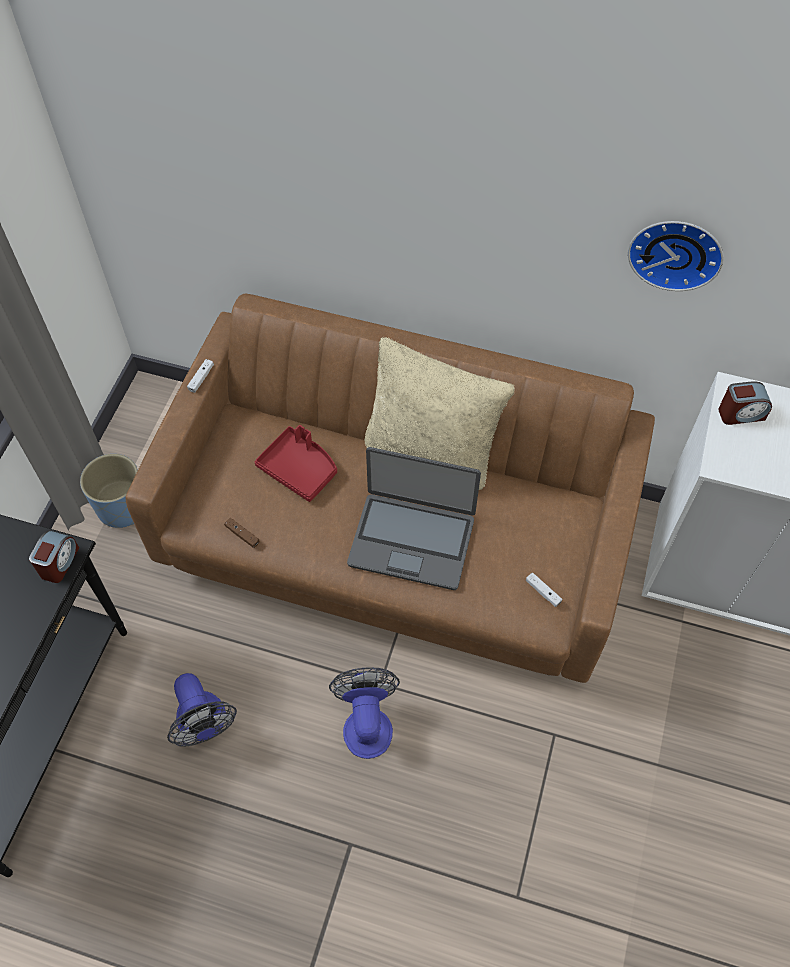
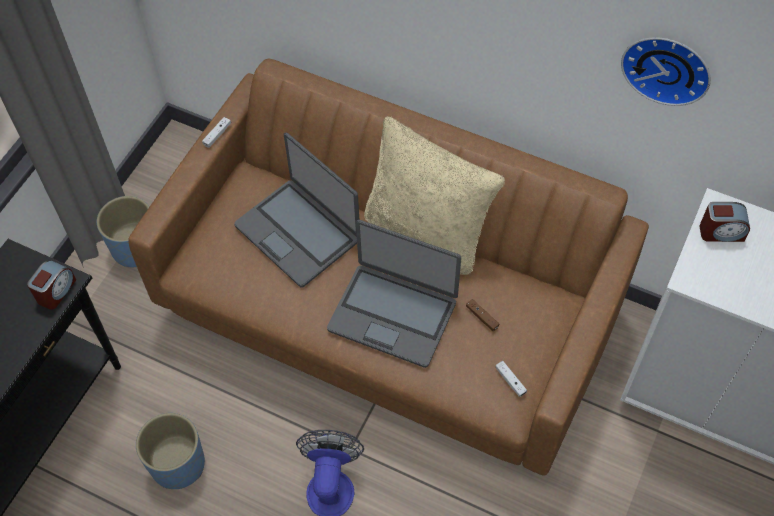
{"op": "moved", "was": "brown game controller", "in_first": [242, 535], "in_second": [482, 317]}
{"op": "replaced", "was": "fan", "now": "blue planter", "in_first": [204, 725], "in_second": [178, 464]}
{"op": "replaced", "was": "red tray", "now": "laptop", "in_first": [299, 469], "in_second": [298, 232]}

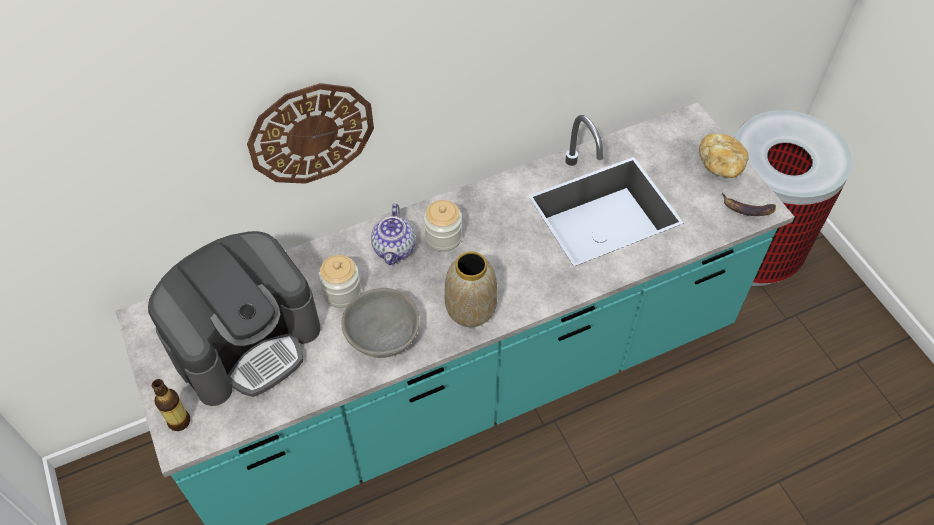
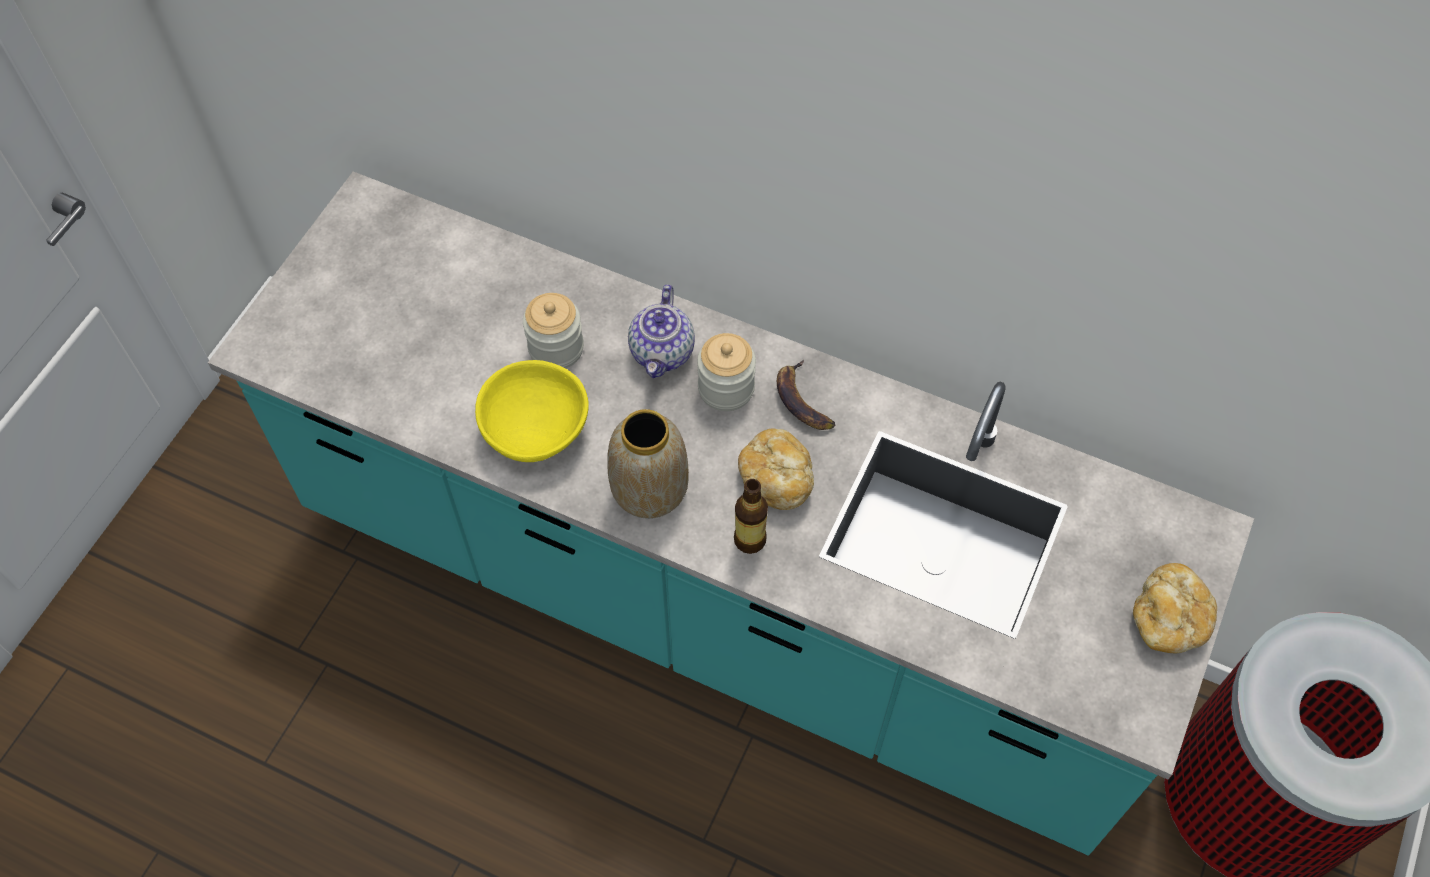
{"op": "removed", "was": "coffee machine", "in_first": [247, 341]}
{"op": "removed", "was": "wall clock", "in_first": [311, 133]}
{"op": "added", "now": "bread", "in_second": [776, 479]}
{"op": "moved", "was": "bottle", "in_first": [179, 421], "in_second": [750, 540]}
{"op": "moved", "was": "banana", "in_first": [746, 209], "in_second": [802, 401]}
{"op": "recoloured", "was": "grey bowl", "now": "yellow bowl", "in_first": [383, 336], "in_second": [535, 430]}
{"op": "turned", "was": "teapot", "in_first": [395, 249], "in_second": [663, 352], "clockwise": -45}

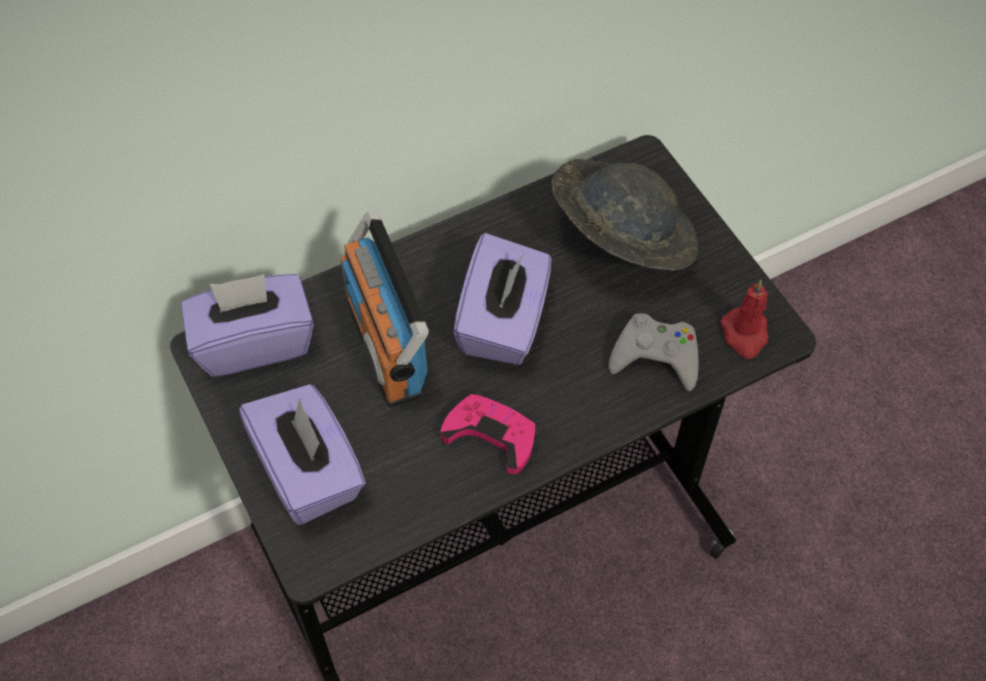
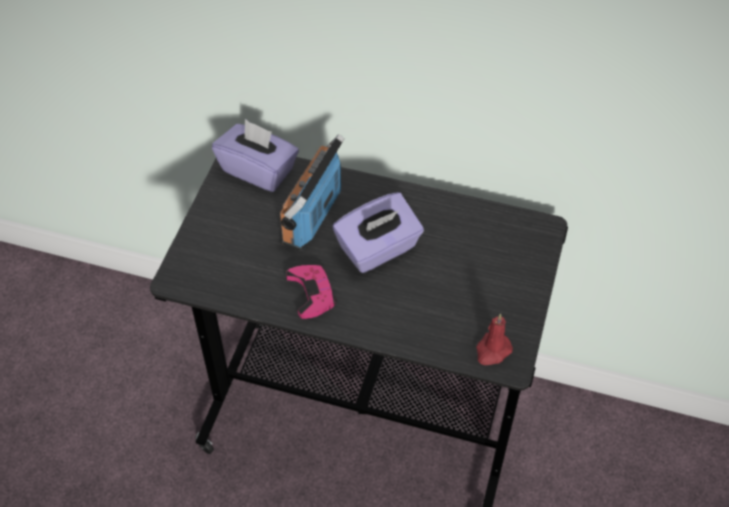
{"op": "removed", "was": "purple tissue box", "in_first": [309, 471]}
{"op": "removed", "was": "grey hat", "in_first": [620, 237]}
{"op": "removed", "was": "grey game controller", "in_first": [656, 356]}

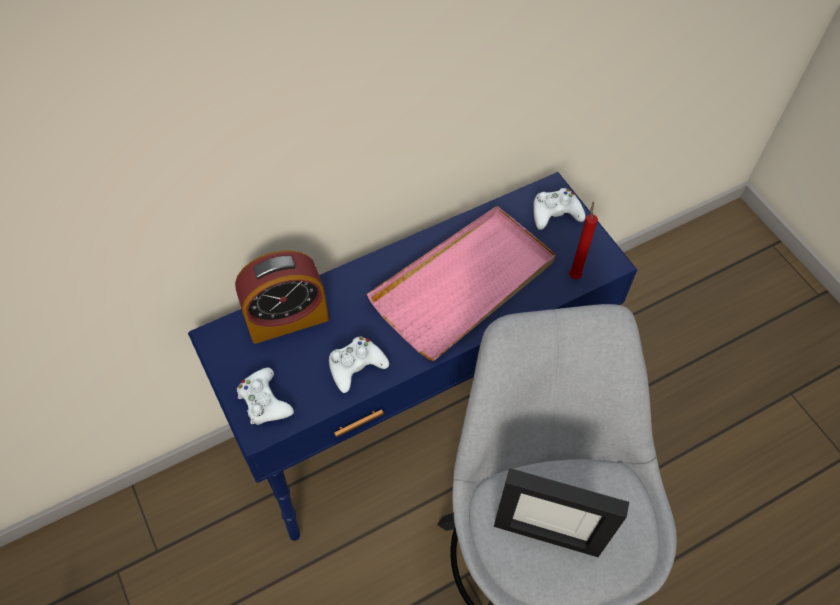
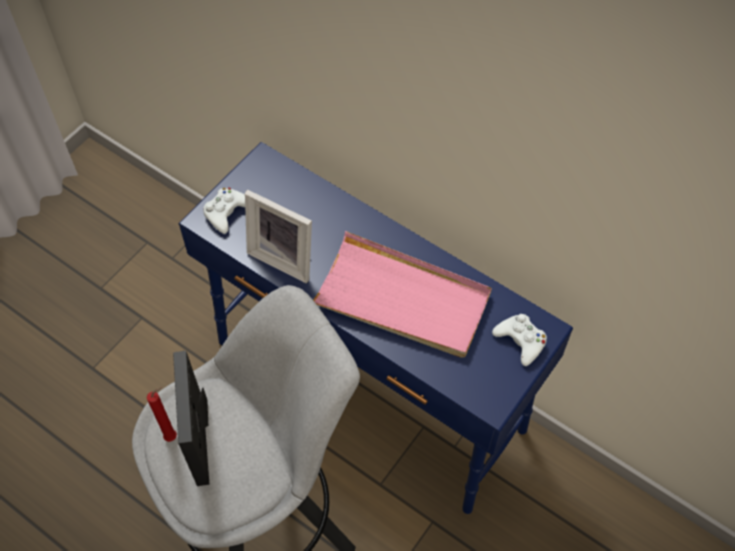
{"op": "removed", "was": "alarm clock", "in_first": [287, 318]}
{"op": "moved", "was": "red candle", "in_first": [574, 275], "in_second": [173, 436]}
{"op": "replaced", "was": "white game controller", "now": "picture frame", "in_first": [356, 366], "in_second": [285, 256]}

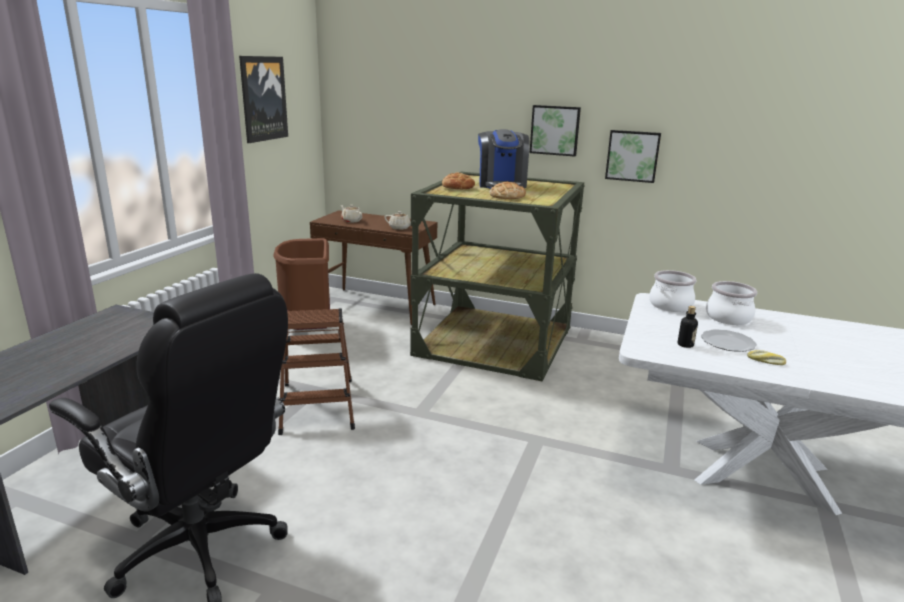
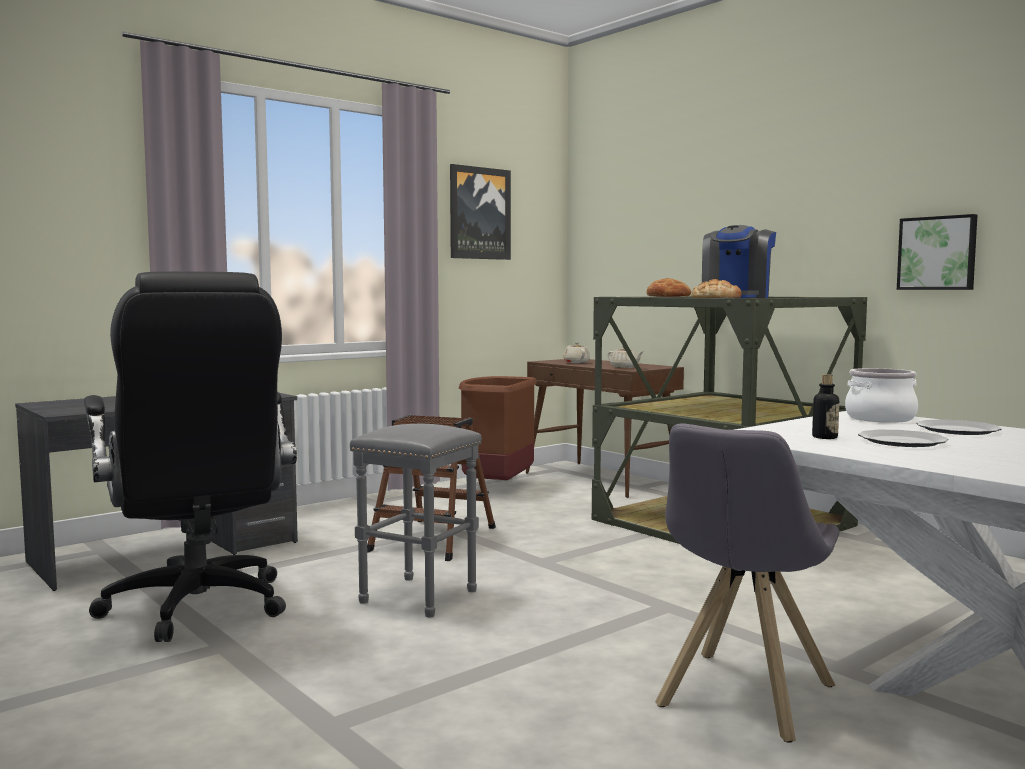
{"op": "removed", "was": "picture", "in_first": [555, 130]}
{"op": "removed", "was": "bread", "in_first": [765, 361]}
{"op": "added", "now": "grey stool", "in_second": [418, 595]}
{"op": "added", "now": "grey chair", "in_second": [744, 695]}
{"op": "replaced", "was": "cooking pot", "now": "plate", "in_first": [729, 318], "in_second": [959, 430]}

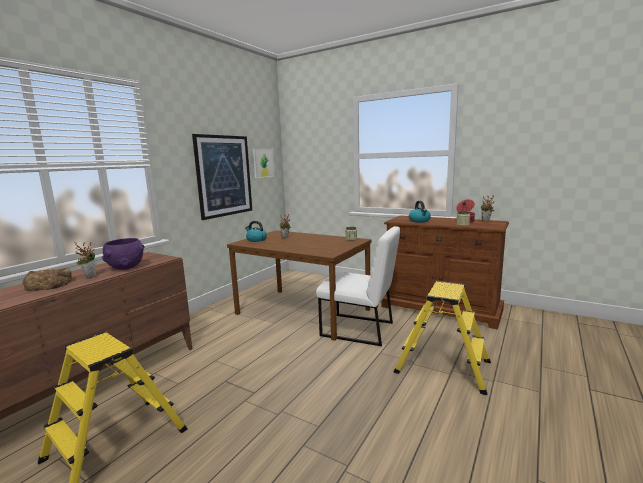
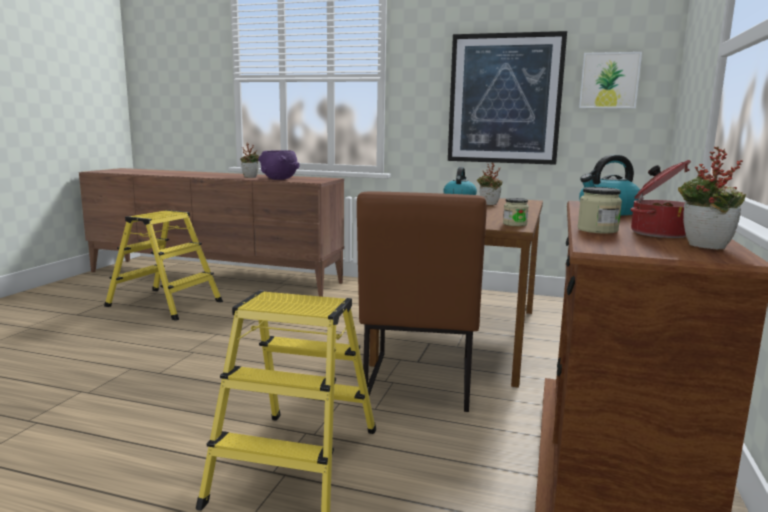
{"op": "removed", "was": "bread", "in_first": [49, 284]}
{"op": "recoloured", "was": "white chair", "now": "brown chair", "in_first": [359, 329], "in_second": [418, 382]}

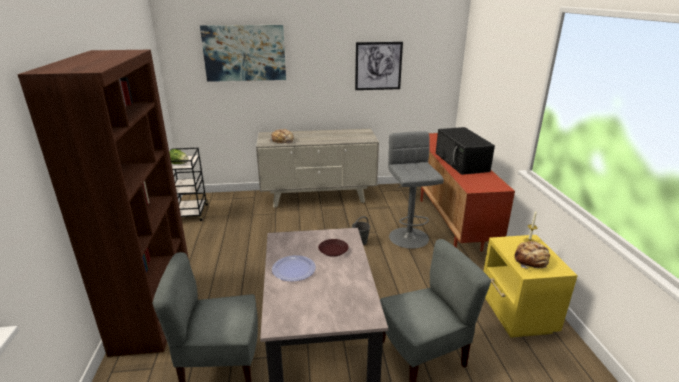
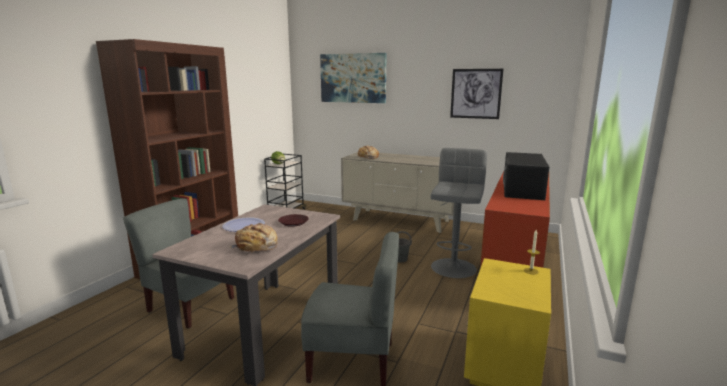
{"op": "moved", "was": "bread", "in_first": [531, 260], "in_second": [256, 246]}

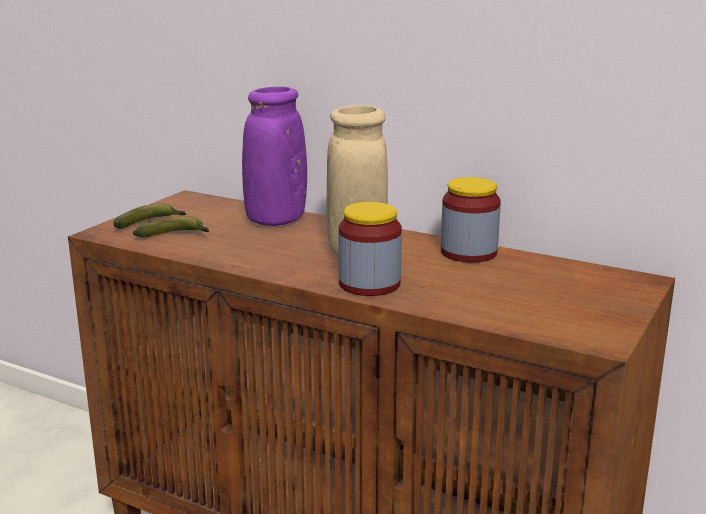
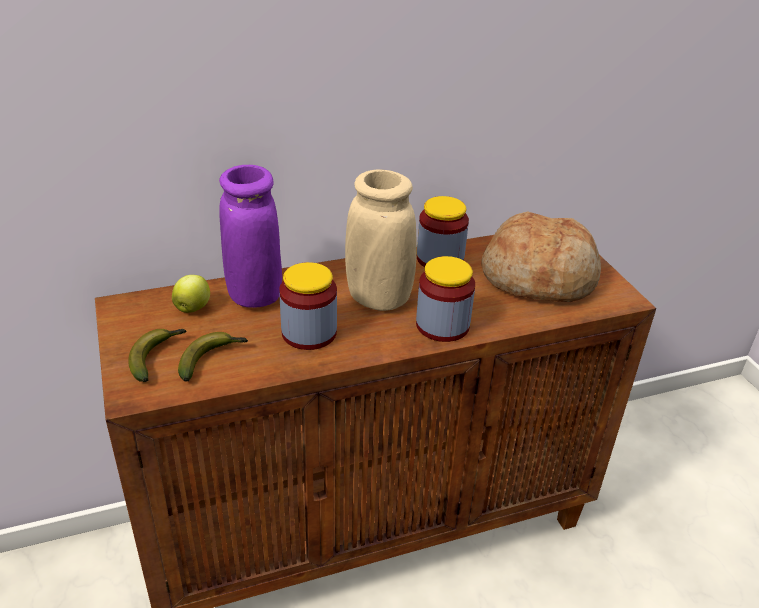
{"op": "added", "now": "apple", "in_second": [193, 308]}
{"op": "added", "now": "jar", "in_second": [309, 333]}
{"op": "added", "now": "bread", "in_second": [539, 277]}

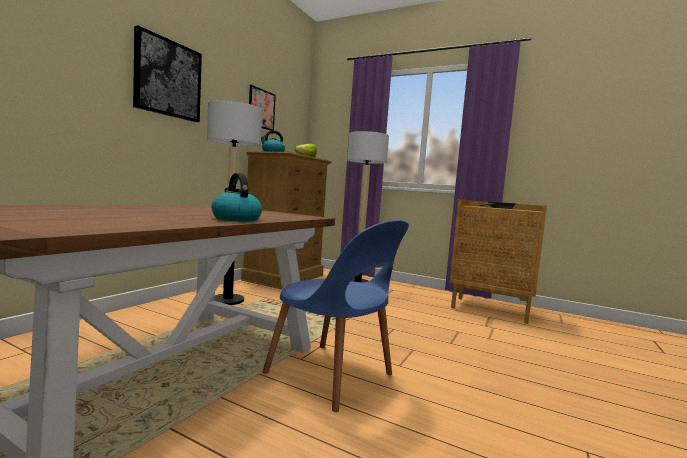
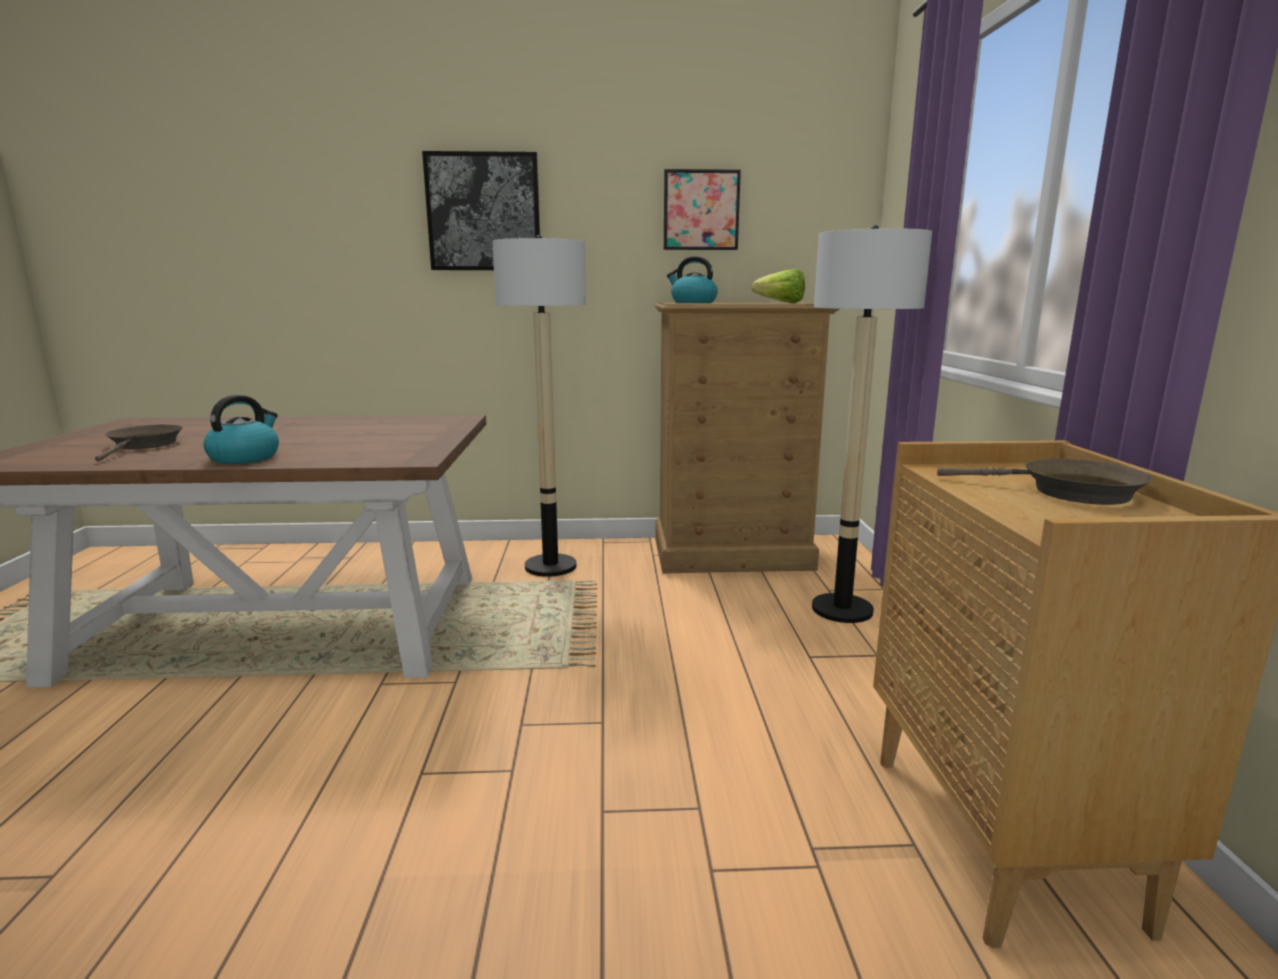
{"op": "removed", "was": "blue chair", "in_first": [332, 376]}
{"op": "added", "now": "brown frying pan", "in_second": [144, 445]}

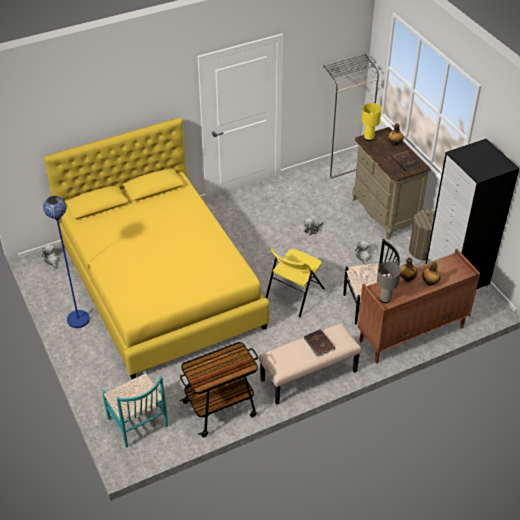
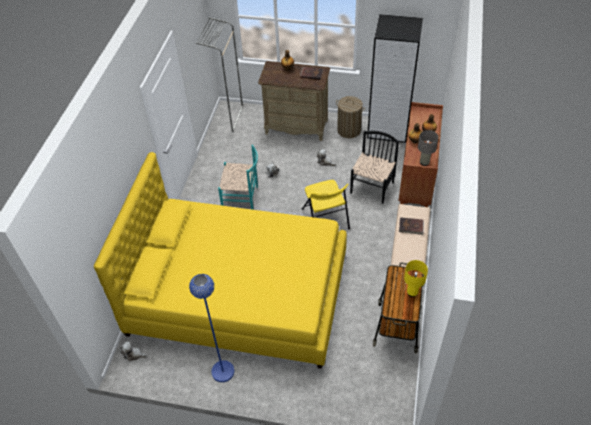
{"op": "moved", "was": "turquoise chair", "in_first": [139, 424], "in_second": [242, 199]}
{"op": "moved", "was": "yellow table lamp", "in_first": [368, 138], "in_second": [412, 292]}

